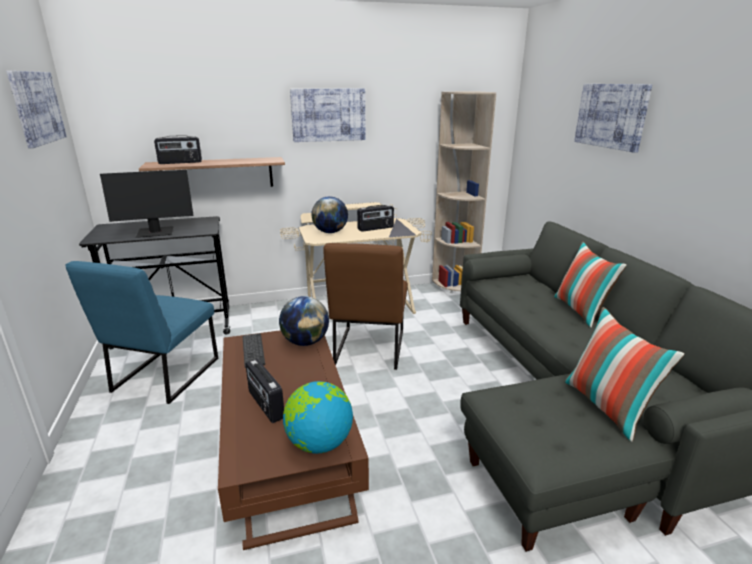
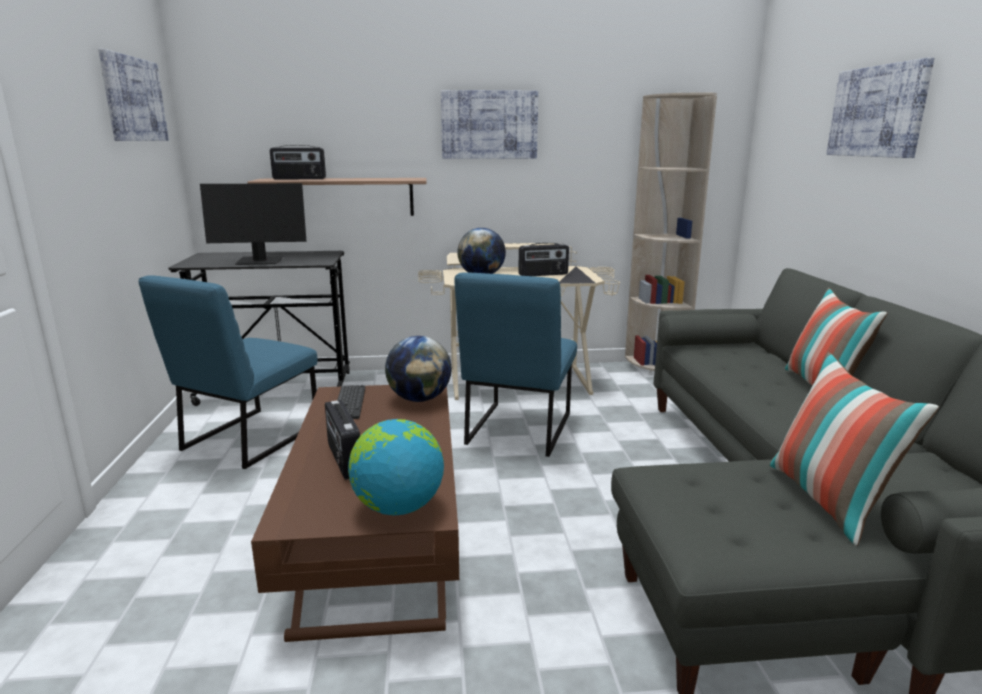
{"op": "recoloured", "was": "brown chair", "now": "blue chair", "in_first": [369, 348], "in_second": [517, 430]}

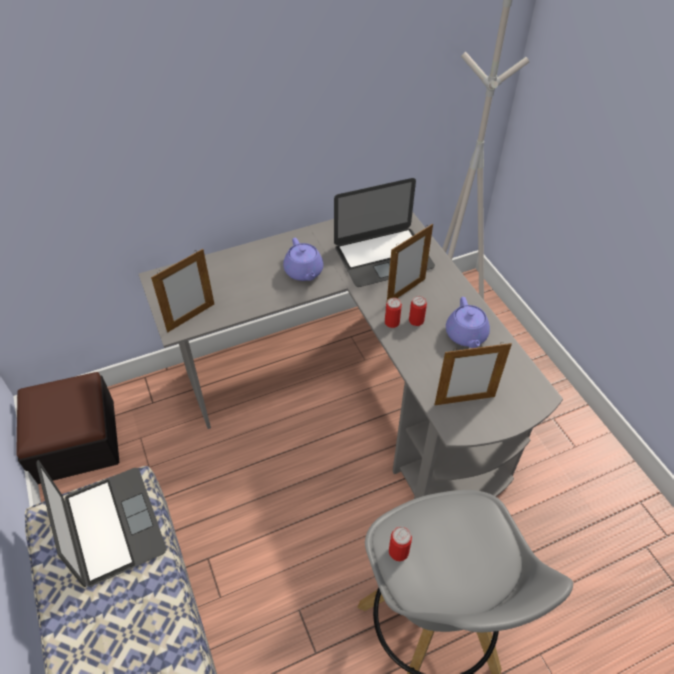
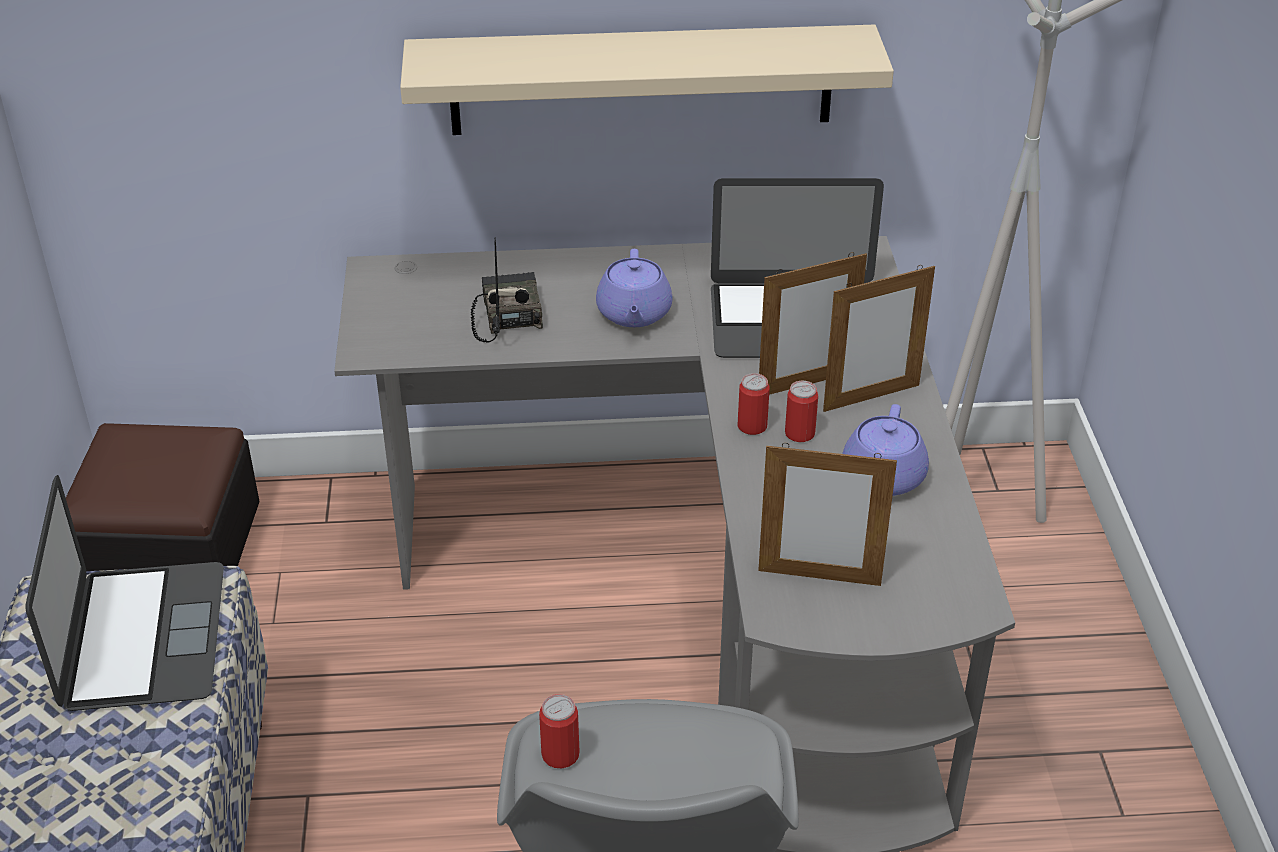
{"op": "added", "now": "beige shelf", "in_second": [641, 80]}
{"op": "added", "now": "radio", "in_second": [506, 315]}
{"op": "moved", "was": "picture frame", "in_first": [191, 317], "in_second": [871, 397]}

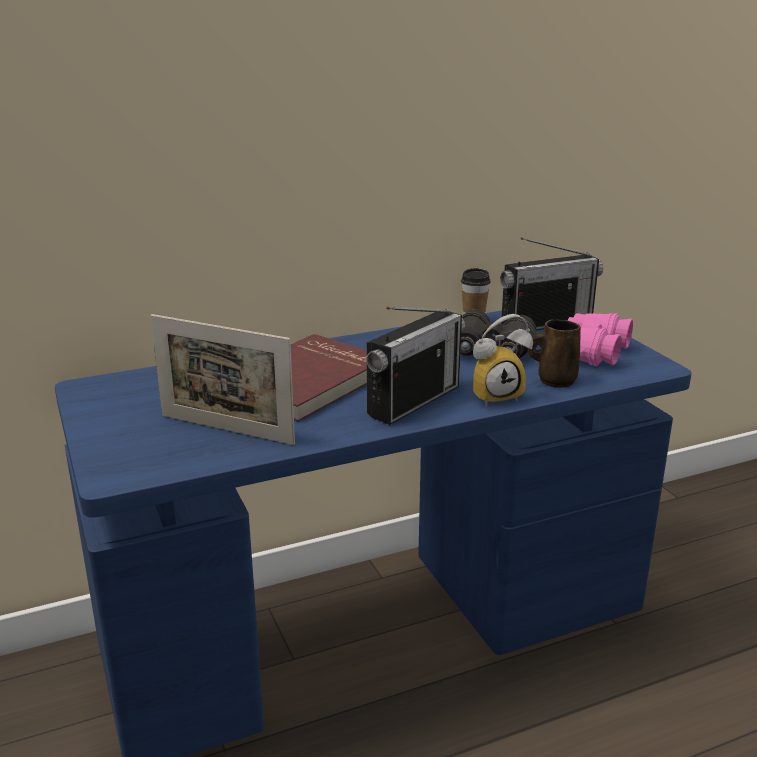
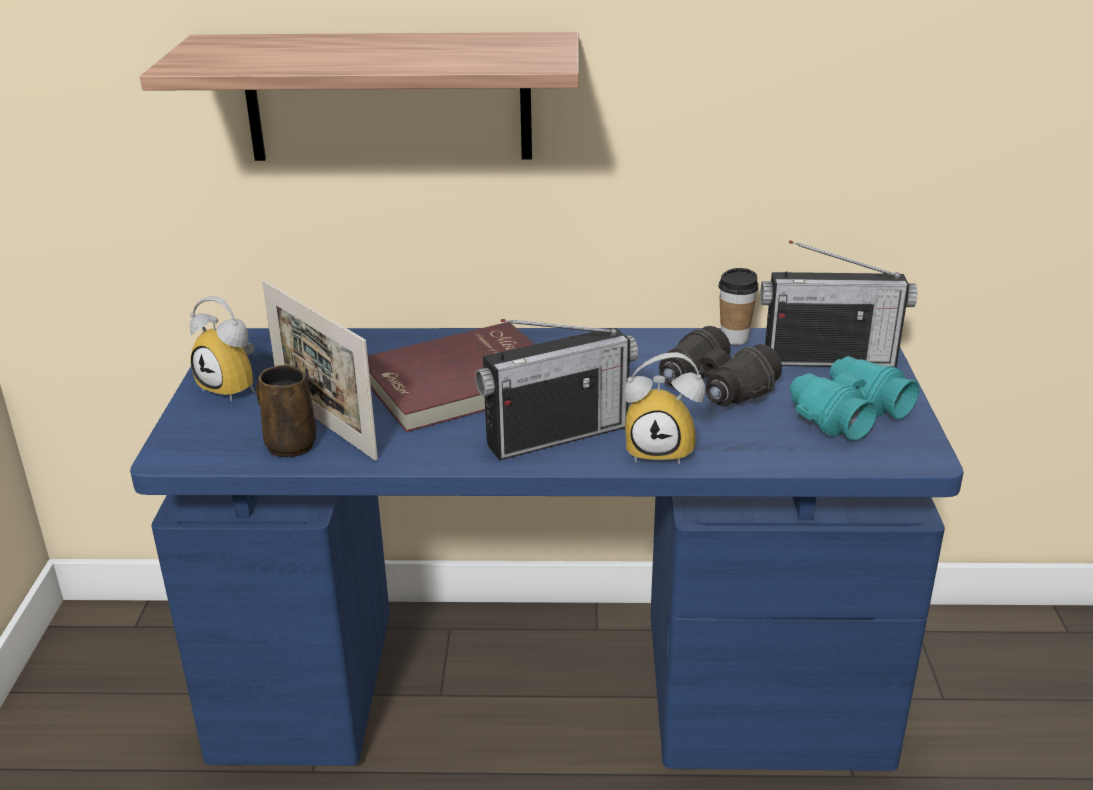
{"op": "added", "now": "shelf", "in_second": [388, 97]}
{"op": "added", "now": "alarm clock", "in_second": [235, 387]}
{"op": "moved", "was": "brown mug", "in_first": [554, 380], "in_second": [289, 444]}
{"op": "recoloured", "was": "pink binoculars", "now": "turquoise binoculars", "in_first": [590, 352], "in_second": [846, 414]}

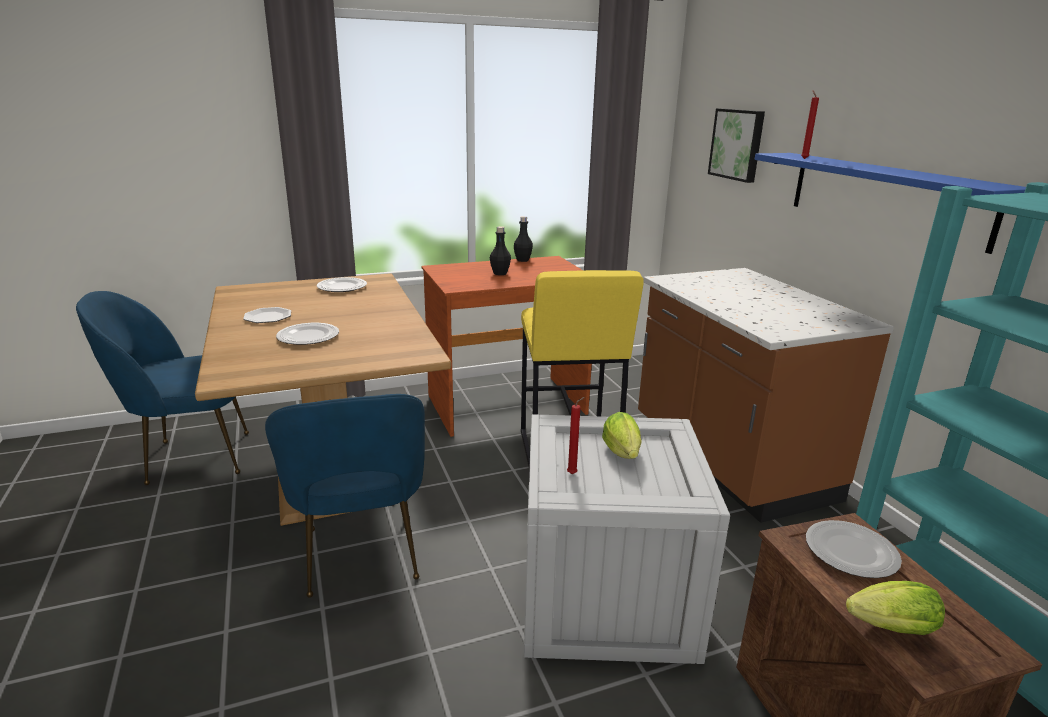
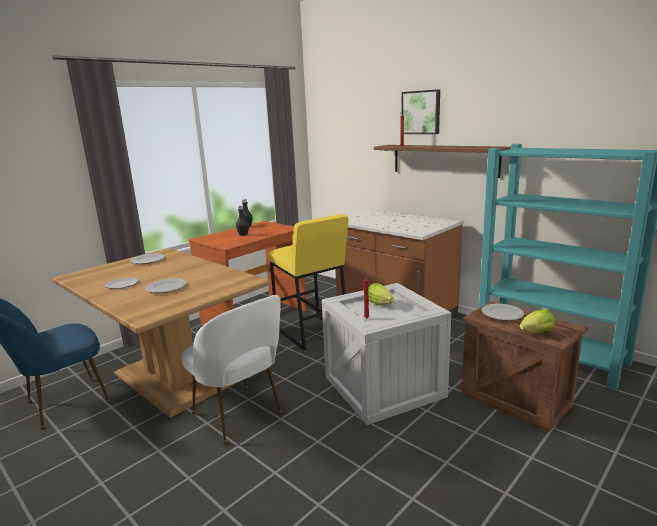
{"op": "moved", "was": "picture", "in_first": [738, 144], "in_second": [421, 112]}
{"op": "recoloured", "was": "blue chair", "now": "white chair", "in_first": [361, 562], "in_second": [240, 417]}
{"op": "recoloured", "was": "blue shelf", "now": "brown shelf", "in_first": [884, 197], "in_second": [444, 160]}

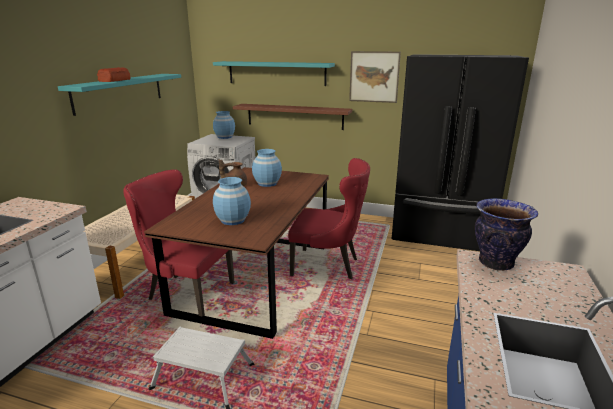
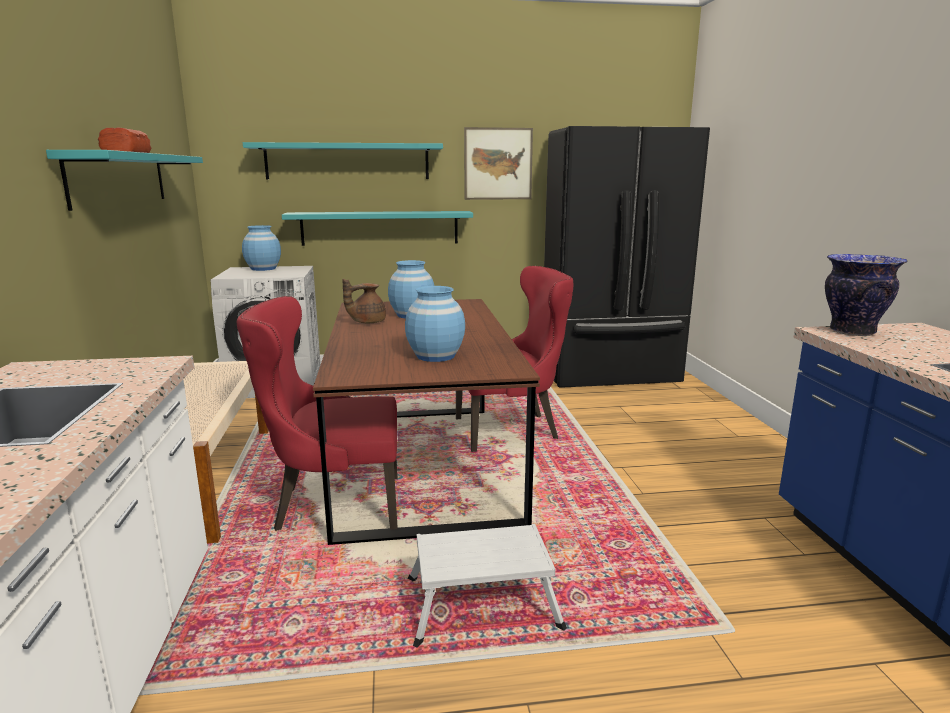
{"op": "recoloured", "was": "brown shelf", "now": "turquoise shelf", "in_first": [294, 116], "in_second": [380, 228]}

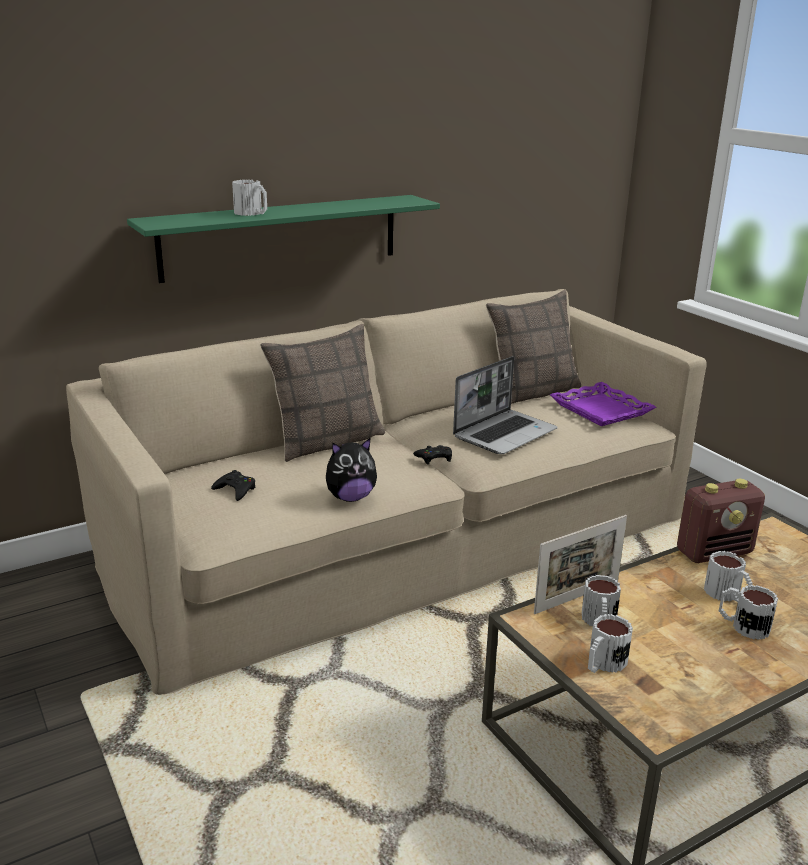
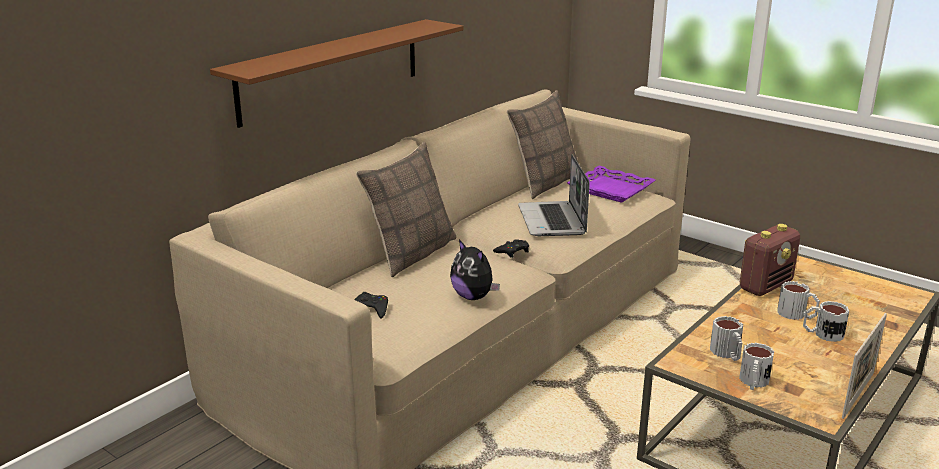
{"op": "removed", "was": "mug", "in_first": [252, 213]}
{"op": "moved", "was": "picture frame", "in_first": [576, 597], "in_second": [858, 395]}
{"op": "recoloured", "was": "green shelf", "now": "brown shelf", "in_first": [281, 237], "in_second": [331, 70]}
{"op": "turned", "was": "plush toy", "in_first": [350, 497], "in_second": [473, 296], "clockwise": 90}
{"op": "turned", "was": "laptop", "in_first": [505, 433], "in_second": [553, 221], "clockwise": 150}

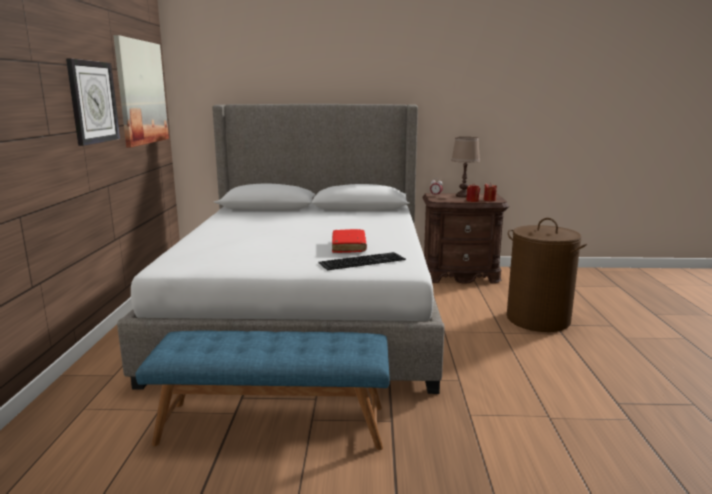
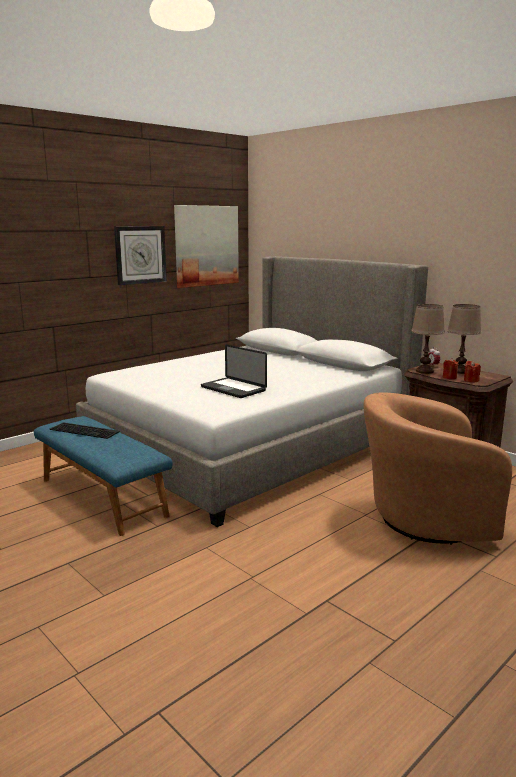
{"op": "added", "now": "brown table lamp", "in_second": [424, 371]}
{"op": "moved", "was": "keyboard", "in_first": [362, 260], "in_second": [86, 430]}
{"op": "replaced", "was": "red book", "now": "laptop", "in_first": [348, 246], "in_second": [233, 389]}
{"op": "replaced", "was": "brown laundry basket", "now": "brown armchair", "in_first": [537, 319], "in_second": [426, 519]}

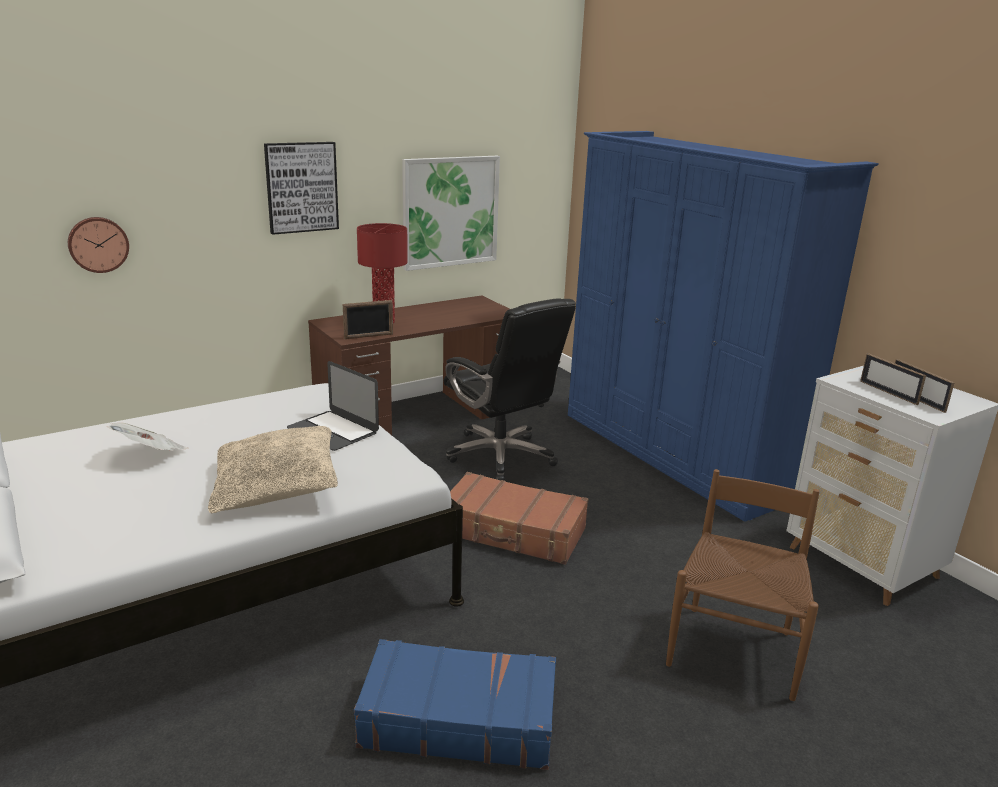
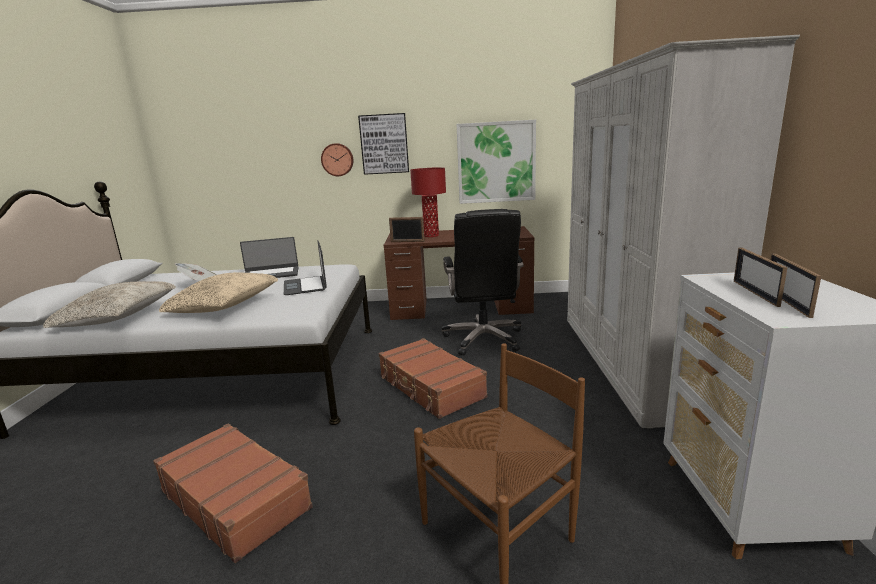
{"op": "added", "now": "beige pillow", "in_second": [117, 318]}
{"op": "added", "now": "laptop", "in_second": [271, 274]}
{"op": "moved", "was": "wall clock", "in_first": [98, 244], "in_second": [337, 159]}
{"op": "recoloured", "was": "blue suitcase", "now": "brown suitcase", "in_first": [458, 719], "in_second": [236, 499]}
{"op": "recoloured", "was": "blue wardrobe", "now": "white wardrobe", "in_first": [674, 454], "in_second": [631, 361]}

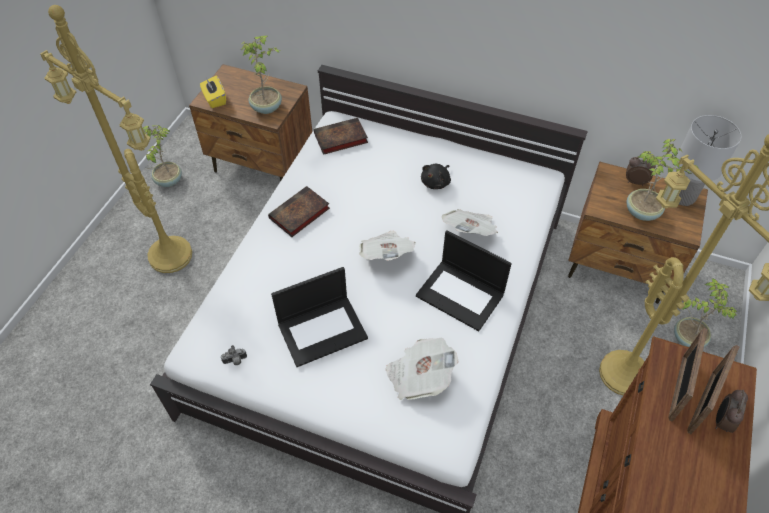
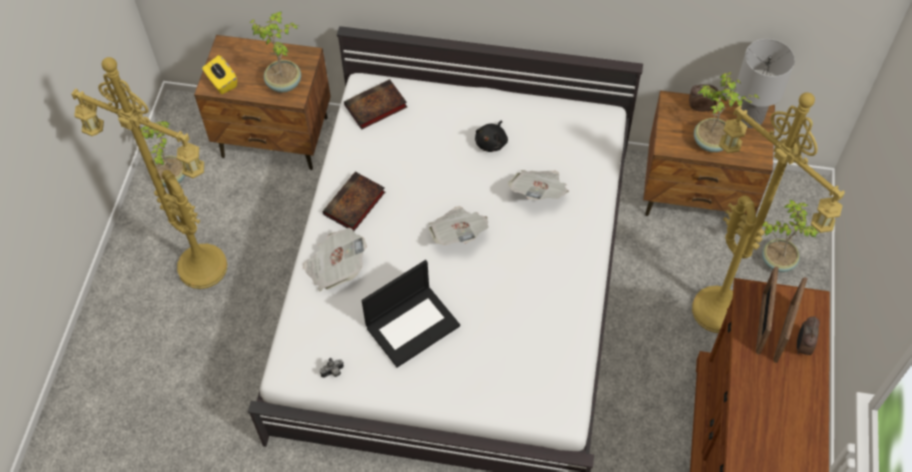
{"op": "removed", "was": "laptop", "in_first": [461, 295]}
{"op": "moved", "was": "newspaper", "in_first": [419, 376], "in_second": [335, 268]}

